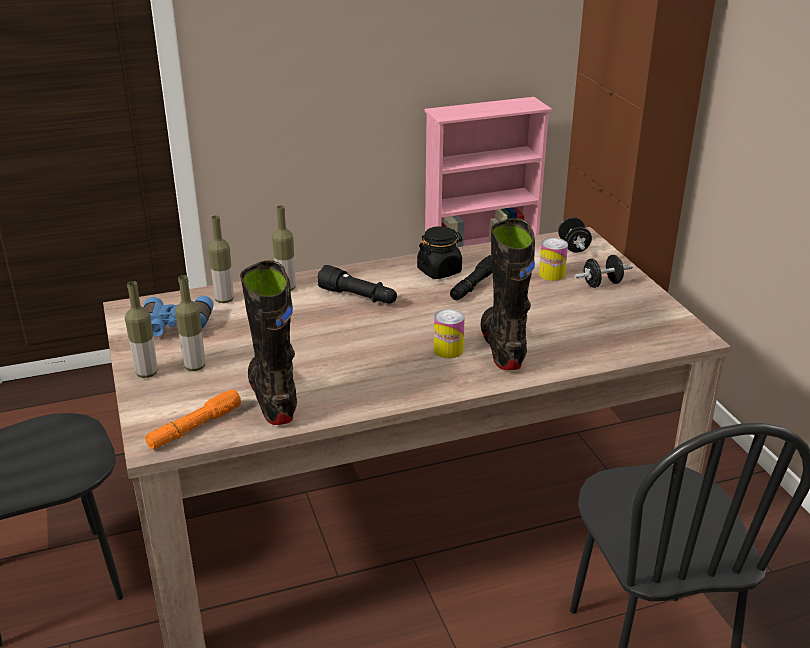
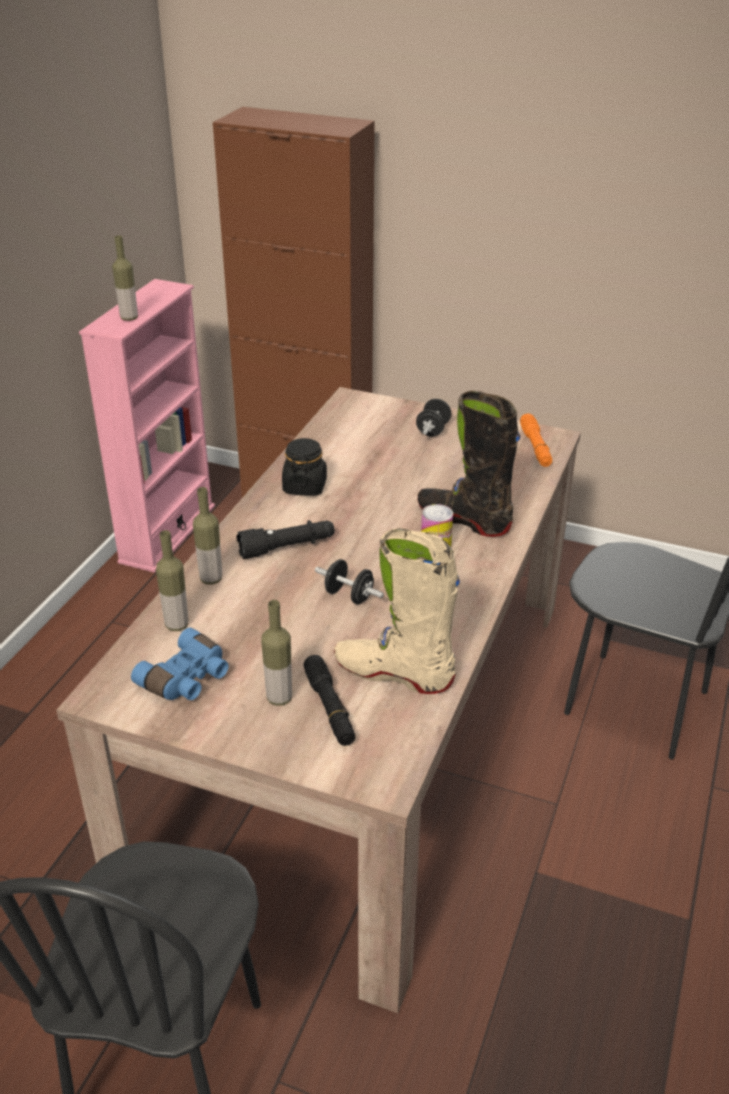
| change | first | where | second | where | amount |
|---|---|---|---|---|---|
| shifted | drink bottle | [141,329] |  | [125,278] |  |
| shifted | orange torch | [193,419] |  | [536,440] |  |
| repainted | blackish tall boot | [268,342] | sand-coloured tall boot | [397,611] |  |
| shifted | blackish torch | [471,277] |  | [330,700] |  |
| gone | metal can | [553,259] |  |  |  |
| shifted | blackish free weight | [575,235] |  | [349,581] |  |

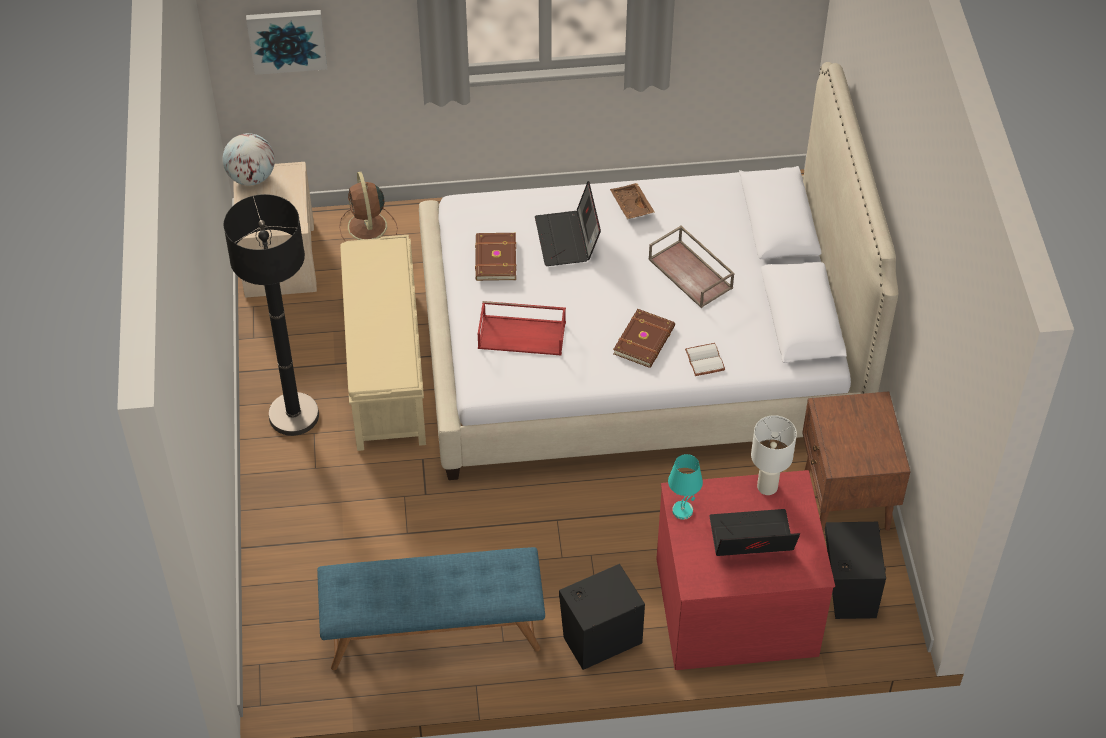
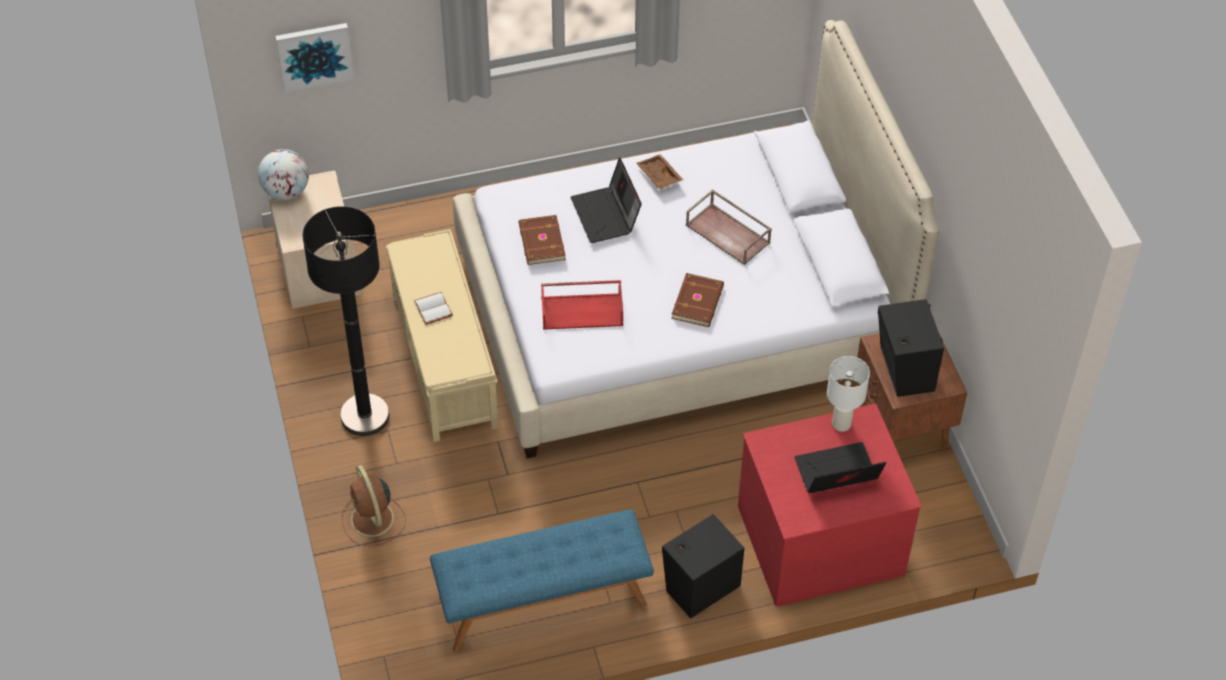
| change | first | where | second | where | amount |
|---|---|---|---|---|---|
| shifted | brown fan | [368,207] |  | [374,505] |  |
| gone | blue-green lamp for a table | [685,487] |  |  |  |
| shifted | whitish volume | [705,359] |  | [433,308] |  |
| shifted | blackish loudspeaker | [855,570] |  | [911,348] |  |

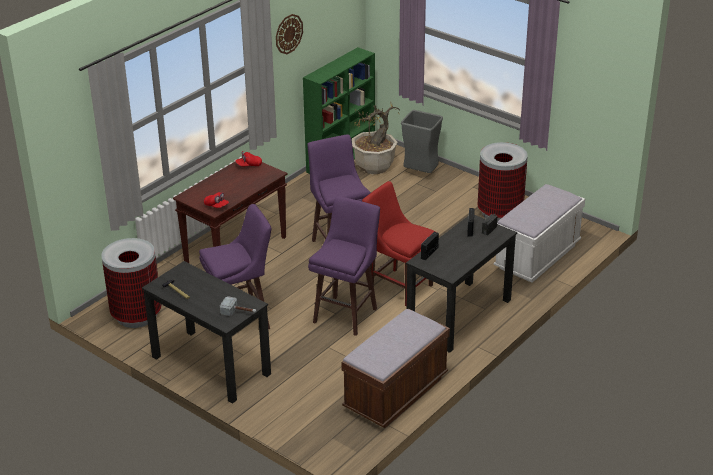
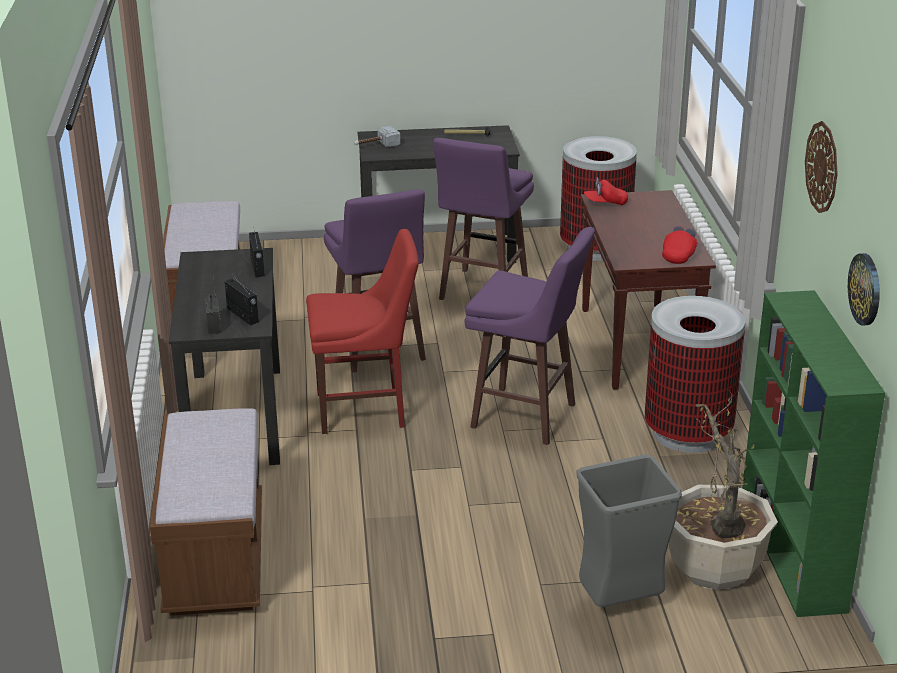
| change | first | where | second | where | amount |
|---|---|---|---|---|---|
| shifted | rubbish bin | [503,182] |  | [695,374] |  |
| repainted | whitish bench | [539,233] | brown bench | [206,512] |  |
| new |  |  | hanging clock | [864,289] |  |

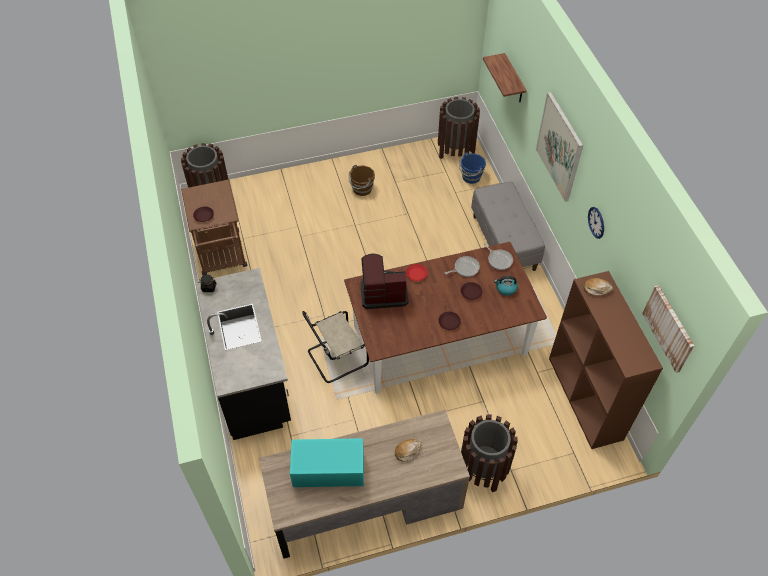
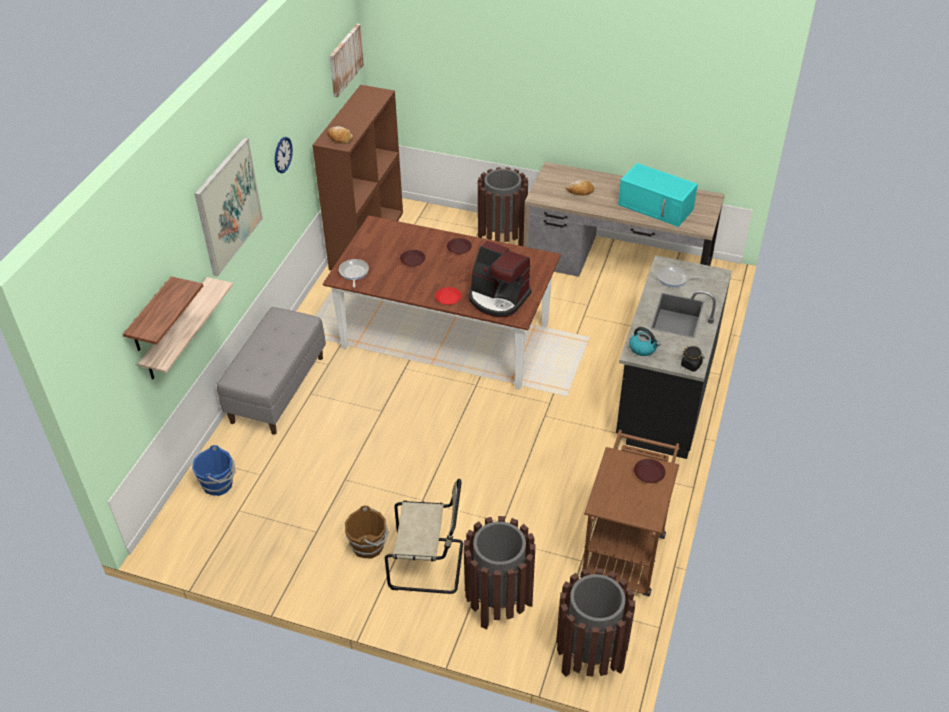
| change | first | where | second | where | amount |
|---|---|---|---|---|---|
| shifted | sand-coloured chair | [335,347] |  | [424,536] |  |
| shifted | brown rubbish bin | [459,128] |  | [500,572] |  |
| shifted | pan | [462,266] |  | [681,276] |  |
| shifted | kettle | [506,286] |  | [644,341] |  |
| new |  |  | wall shelf | [185,328] |  |

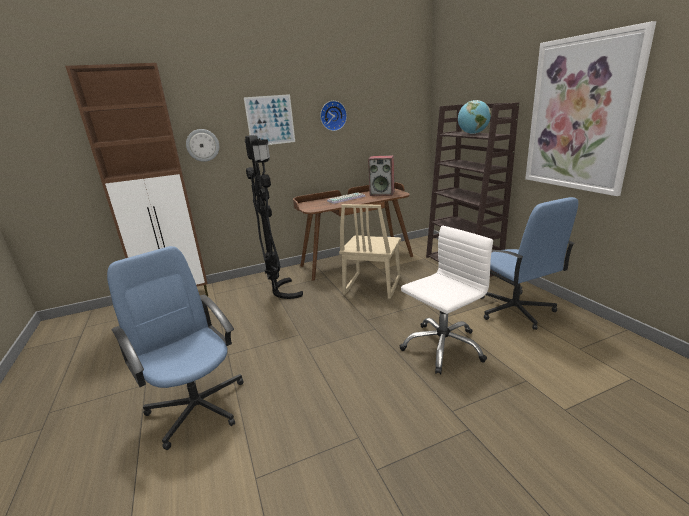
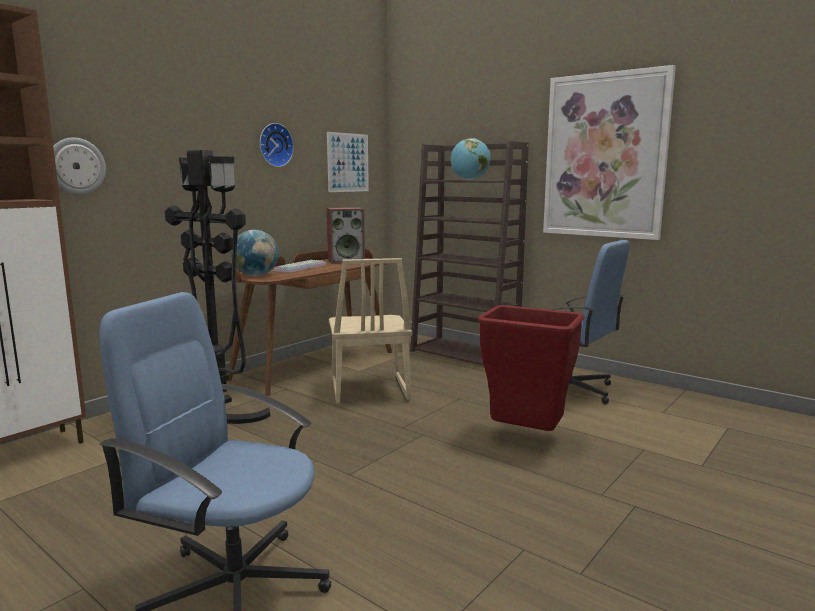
| change | first | where | second | where | amount |
|---|---|---|---|---|---|
| shifted | picture | [269,119] |  | [348,162] |  |
| swapped | whitish computer chair | [446,300] | red rubbish bin | [531,368] |  |
| new |  |  | globe | [255,253] |  |

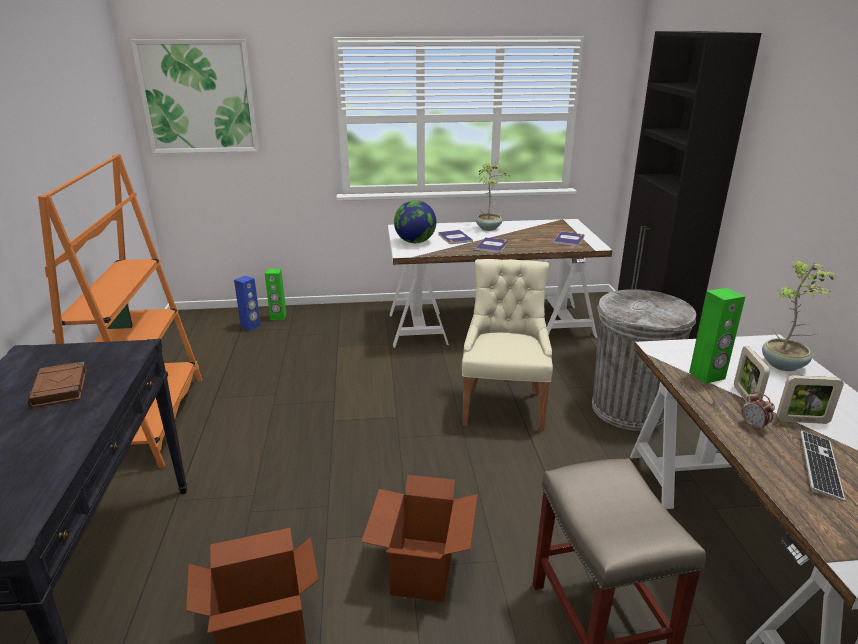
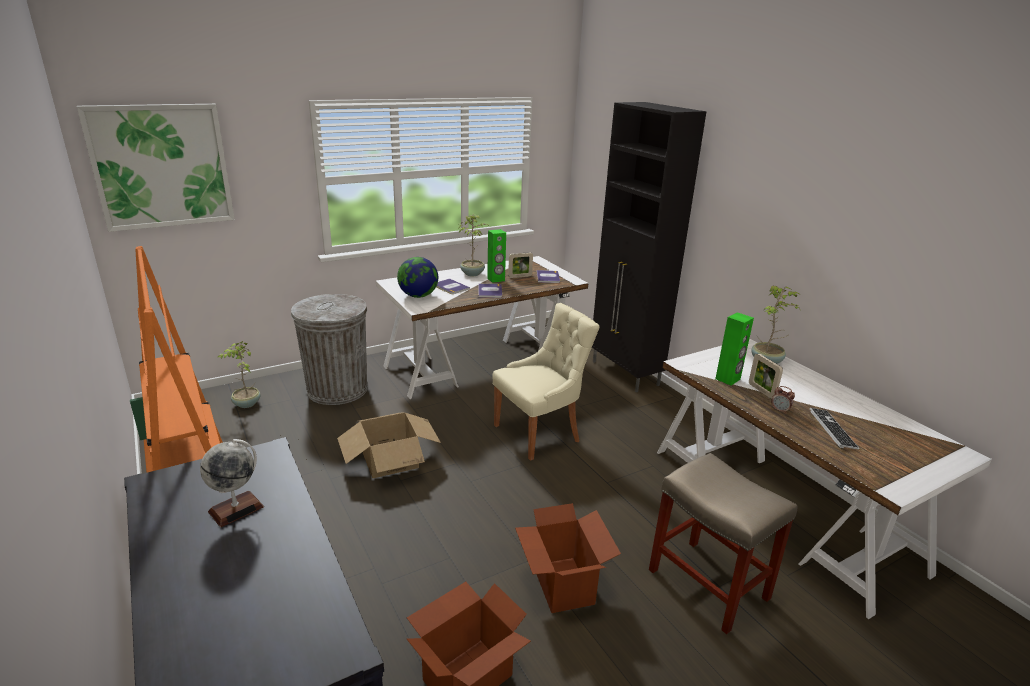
| change | first | where | second | where | amount |
|---|---|---|---|---|---|
| swapped | brown volume | [57,384] | globe | [232,483] |  |
| swapped | bluish loudspeaker | [247,303] | plant in a pot | [239,374] |  |
| shifted | green-coloured loudspeaker | [276,294] |  | [496,256] |  |
| rotated | sand-coloured chair | [507,345] |  | [546,382] | 75 degrees clockwise |
| shifted | grey rubbish bin | [644,360] |  | [329,349] |  |
| shifted | photo frame | [810,399] |  | [520,265] |  |
| new |  |  | cardboard box | [389,445] |  |

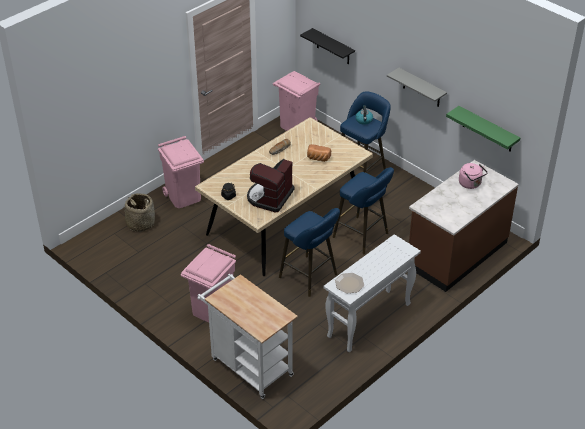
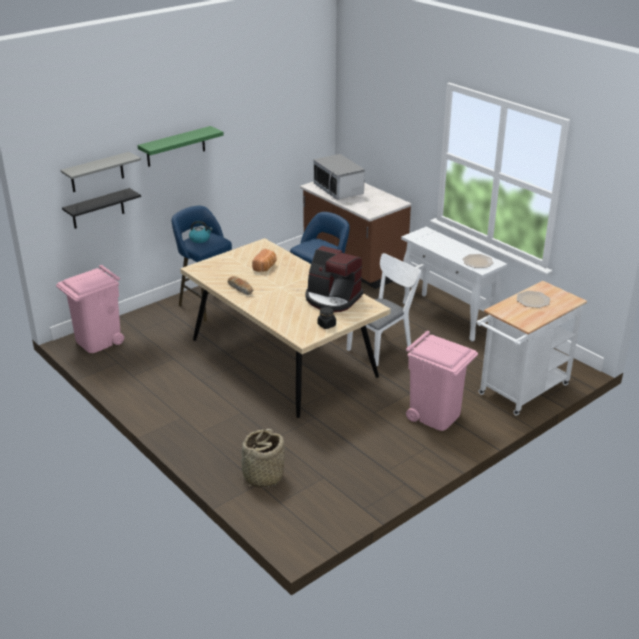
| change | first | where | second | where | amount |
|---|---|---|---|---|---|
| gone | pinkish rubbish bin | [181,172] |  |  |  |
| swapped | bluish stool | [309,252] | whitish chair | [384,309] |  |
| shifted | grey wall shelf | [417,87] |  | [100,172] |  |
| shifted | green-coloured wall shelf | [483,129] |  | [181,146] |  |
| swapped | pinkish kettle | [473,176] | microwave | [339,177] |  |
| new |  |  | plate | [533,299] |  |

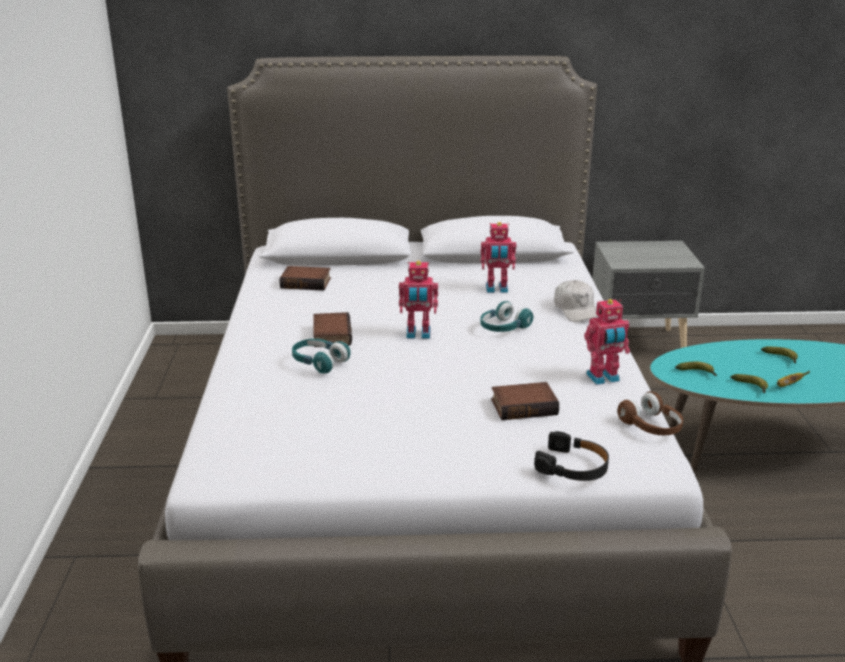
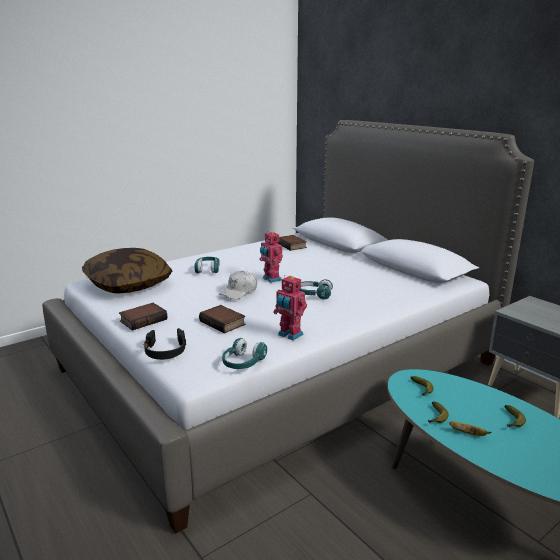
| change | first | where | second | where | amount |
|---|---|---|---|---|---|
| shifted | volume | [332,329] |  | [143,316] |  |
| gone | model robot | [498,257] |  |  |  |
| shifted | whitish baseball cap | [576,301] |  | [238,285] |  |
| repainted | brown headphones | [650,413] | blue-green headphones | [244,353] |  |
| new |  |  | pillow | [127,271] |  |

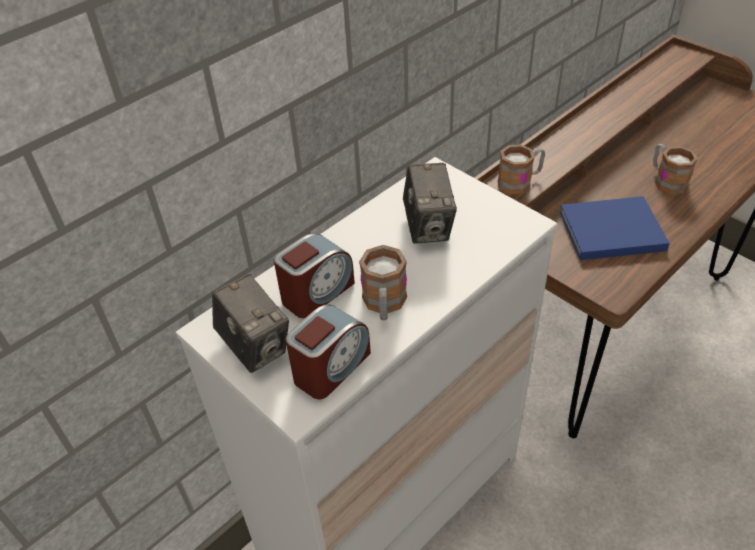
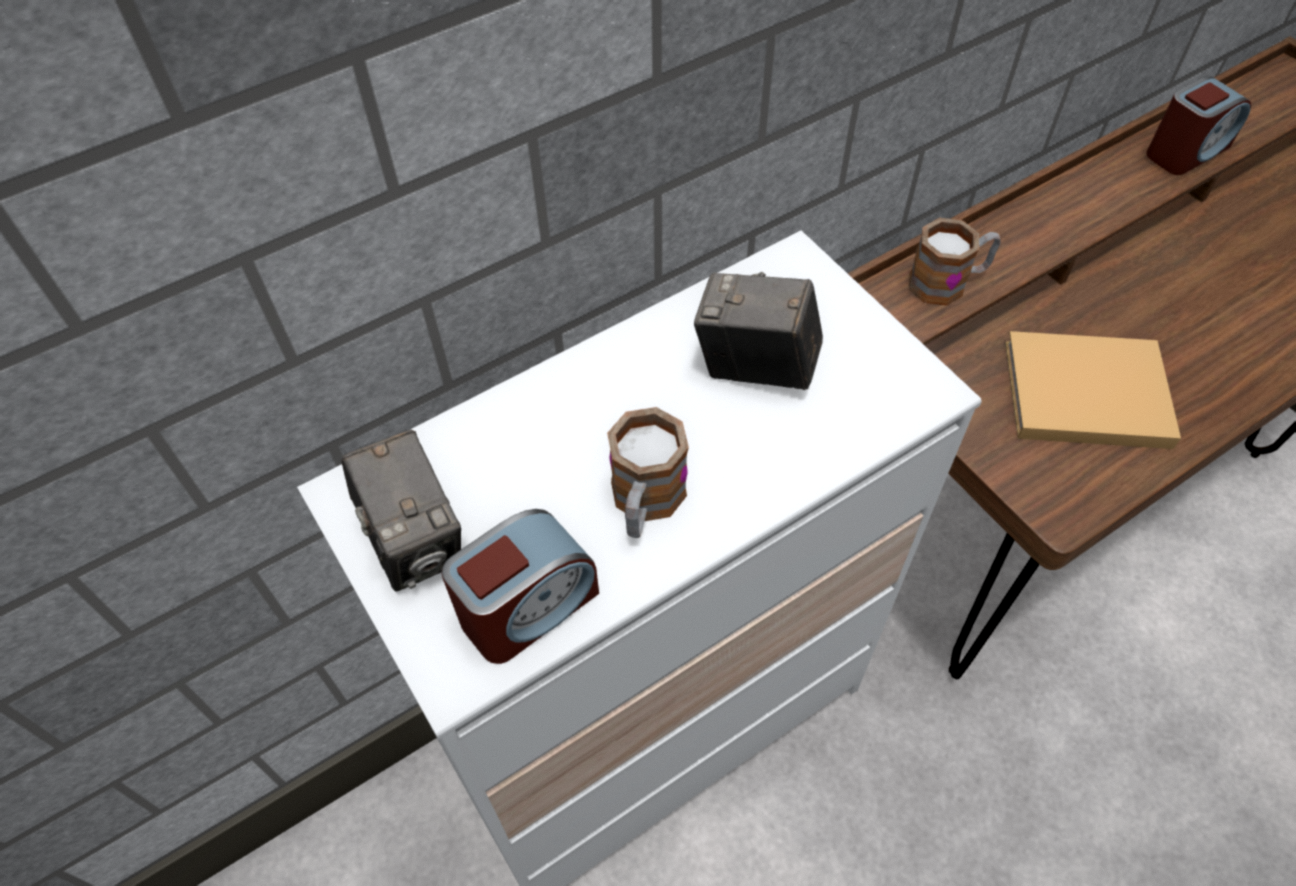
| change | first | where | second | where | amount |
|---|---|---|---|---|---|
| shifted | bedside clock | [314,275] |  | [1198,126] |  |
| rotated | photo camera | [430,203] |  | [758,331] | 105 degrees clockwise |
| repainted | bluish volume | [615,228] | sand-coloured volume | [1093,390] |  |
| gone | coffee mug | [675,169] |  |  |  |

